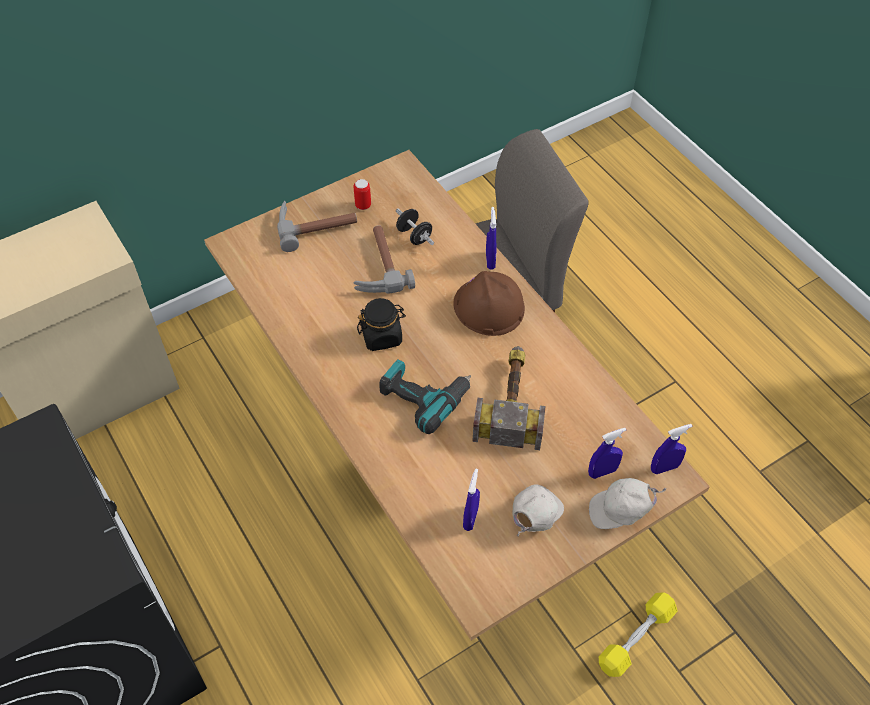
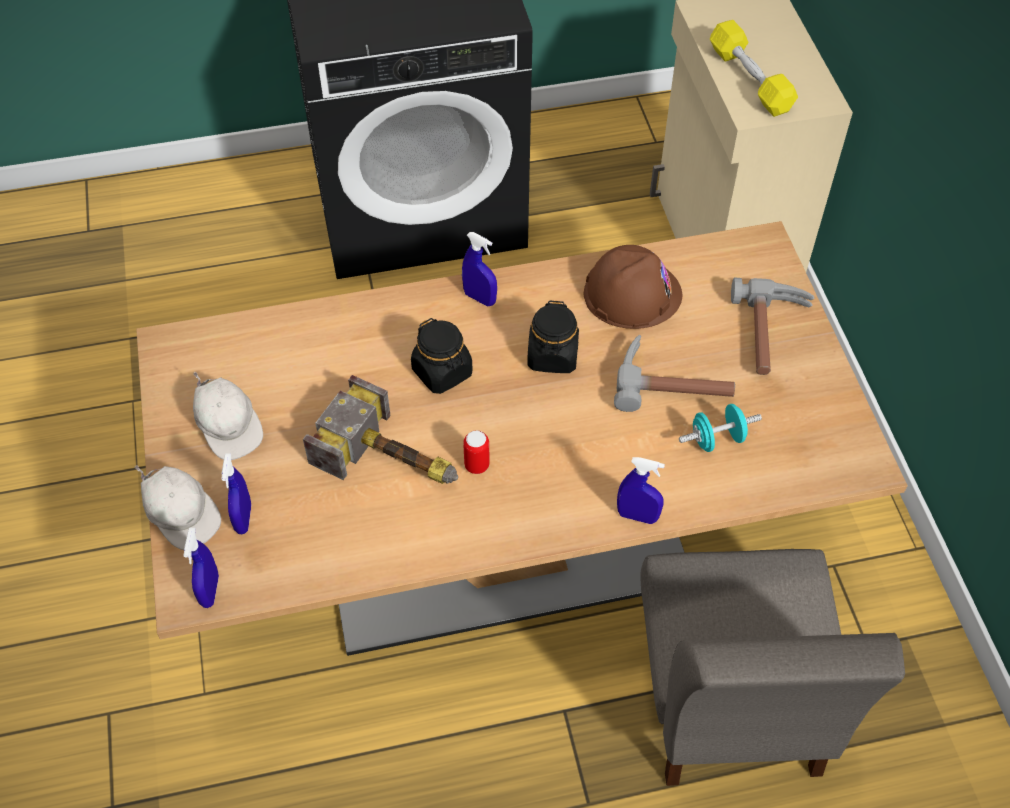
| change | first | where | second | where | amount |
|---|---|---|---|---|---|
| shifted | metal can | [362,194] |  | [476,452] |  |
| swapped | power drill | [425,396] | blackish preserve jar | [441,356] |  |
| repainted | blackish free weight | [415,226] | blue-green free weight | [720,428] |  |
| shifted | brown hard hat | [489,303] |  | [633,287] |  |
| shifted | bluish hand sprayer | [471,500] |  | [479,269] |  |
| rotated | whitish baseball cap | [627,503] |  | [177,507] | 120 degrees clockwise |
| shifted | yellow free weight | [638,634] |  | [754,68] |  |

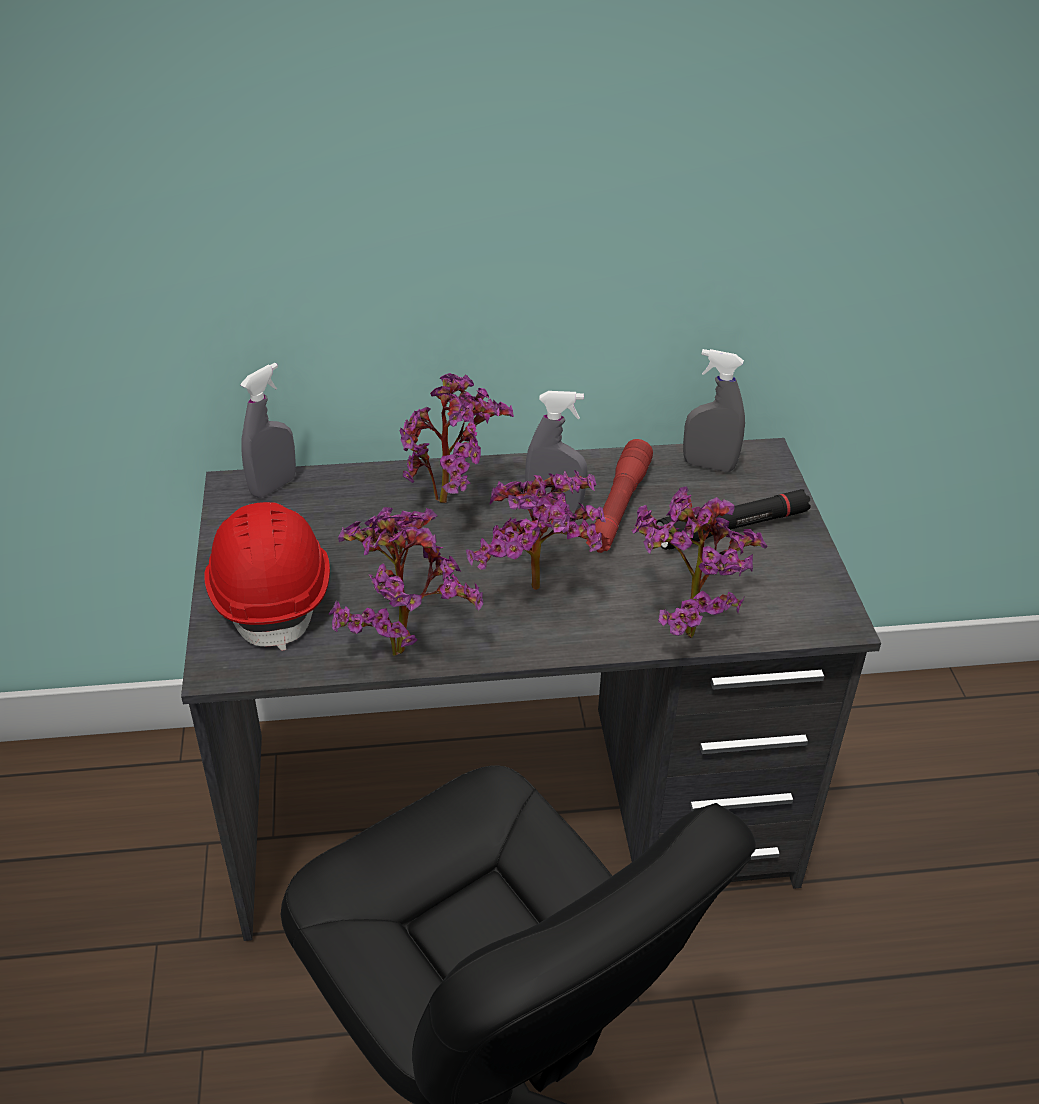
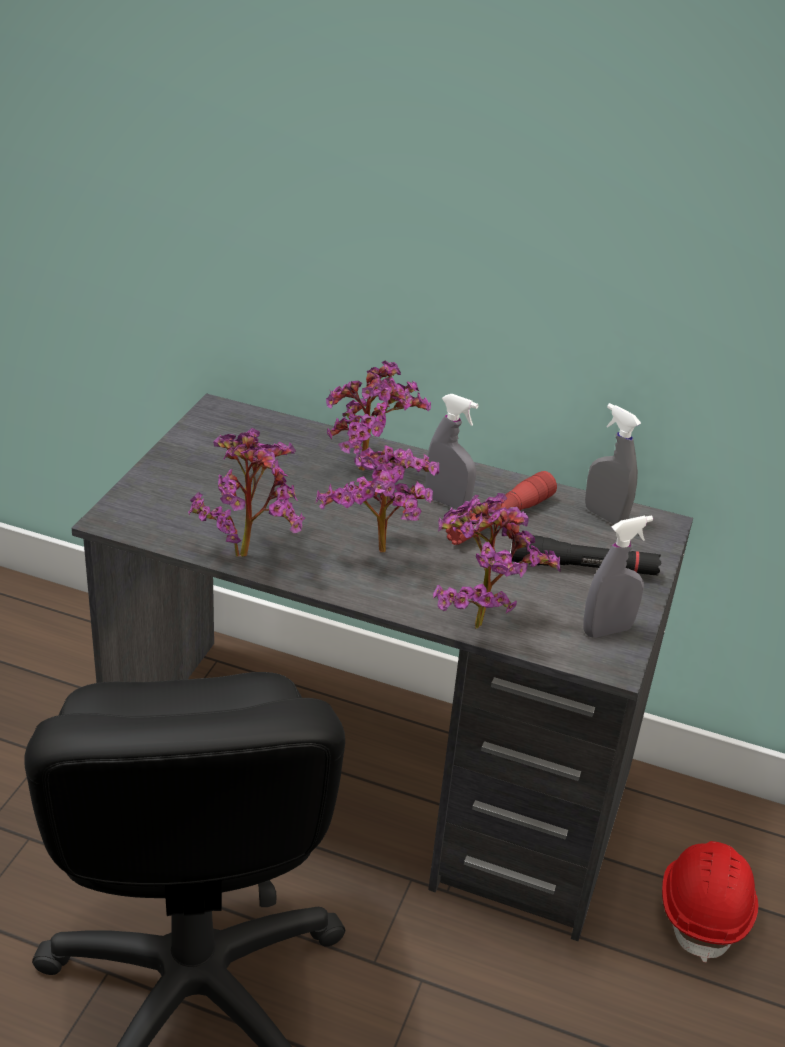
| change | first | where | second | where | amount |
|---|---|---|---|---|---|
| shifted | red hard hat | [267,576] |  | [710,902] |  |
| shifted | grey hand sprayer | [268,430] |  | [618,576] |  |

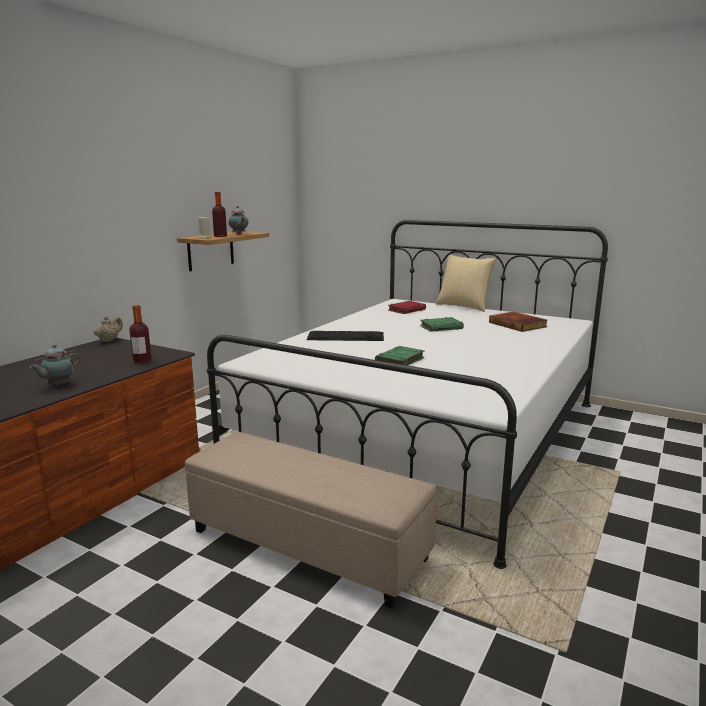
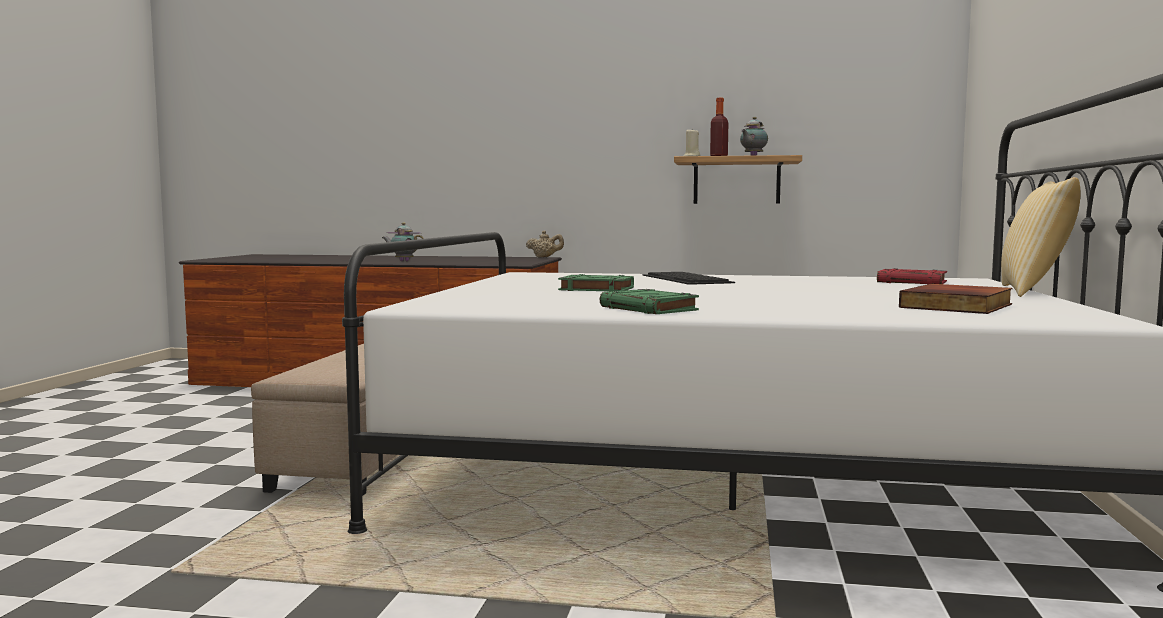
| change | first | where | second | where | amount |
|---|---|---|---|---|---|
| gone | drink bottle | [140,334] |  |  |  |
| shifted | green-coloured volume | [442,324] |  | [649,301] |  |

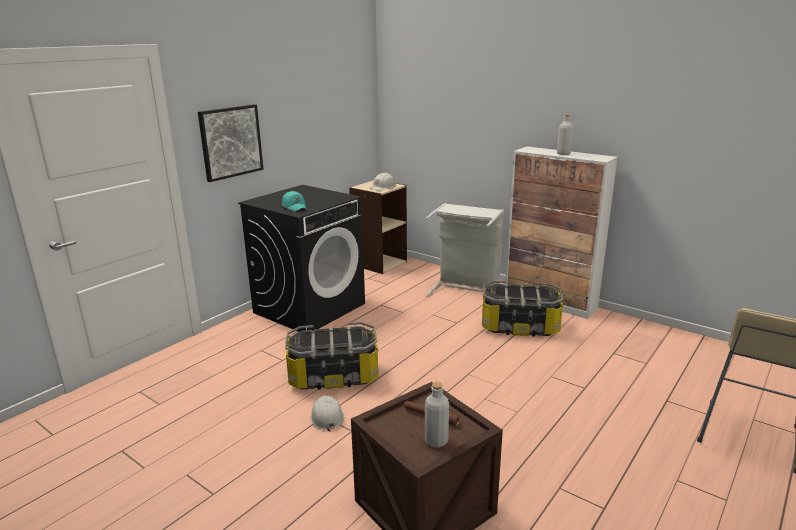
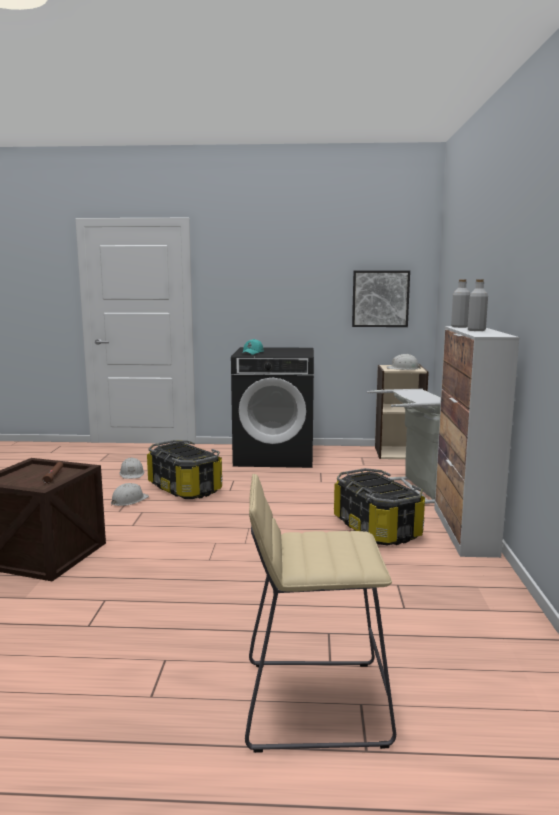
| change | first | where | second | where | amount |
|---|---|---|---|---|---|
| shifted | picture | [230,143] |  | [381,299] |  |
| shifted | grey drink bottle | [437,415] |  | [460,303] |  |
| new |  |  | whitish hard hat | [131,468] |  |

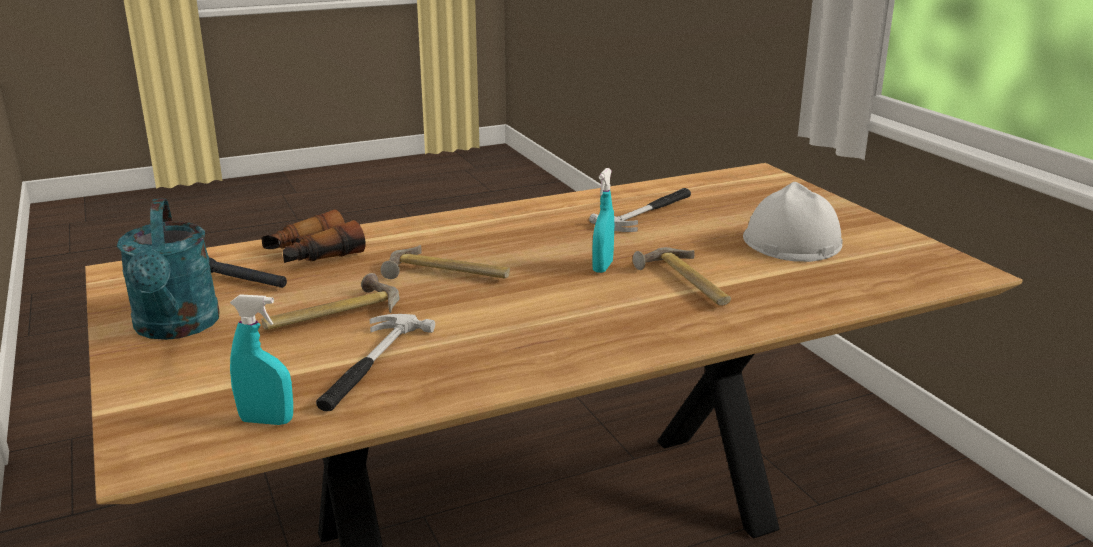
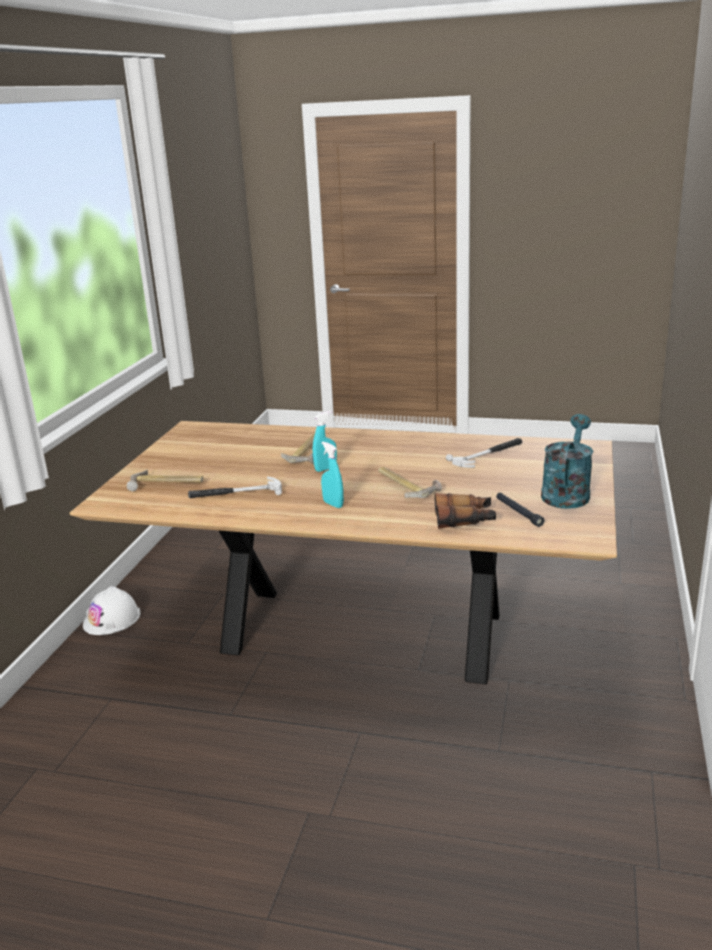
| change | first | where | second | where | amount |
|---|---|---|---|---|---|
| shifted | blue-green hand sprayer | [261,359] |  | [332,475] |  |
| shifted | hand hammer | [330,301] |  | [164,480] |  |
| shifted | whitish hard hat | [792,222] |  | [111,610] |  |

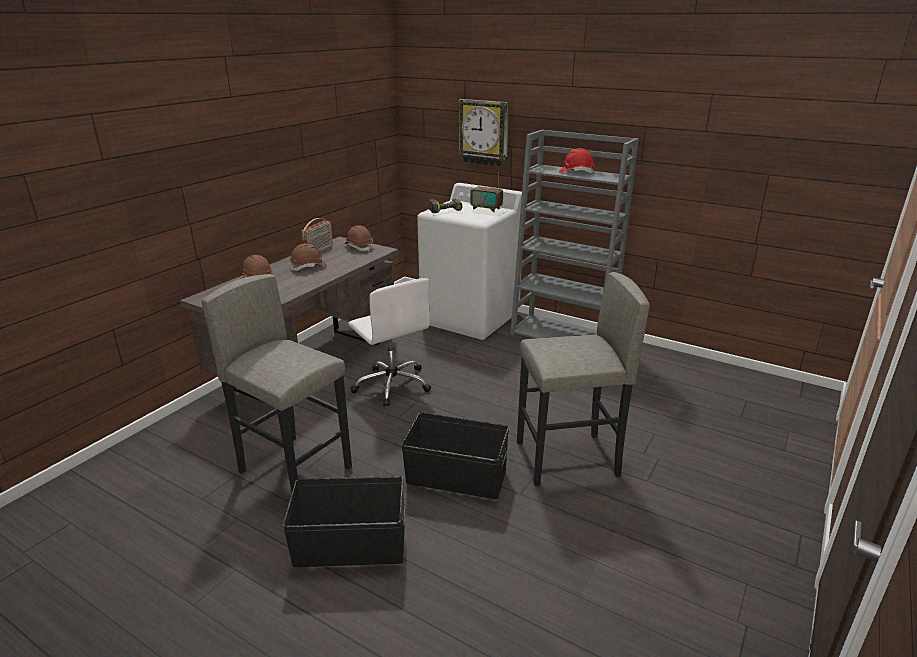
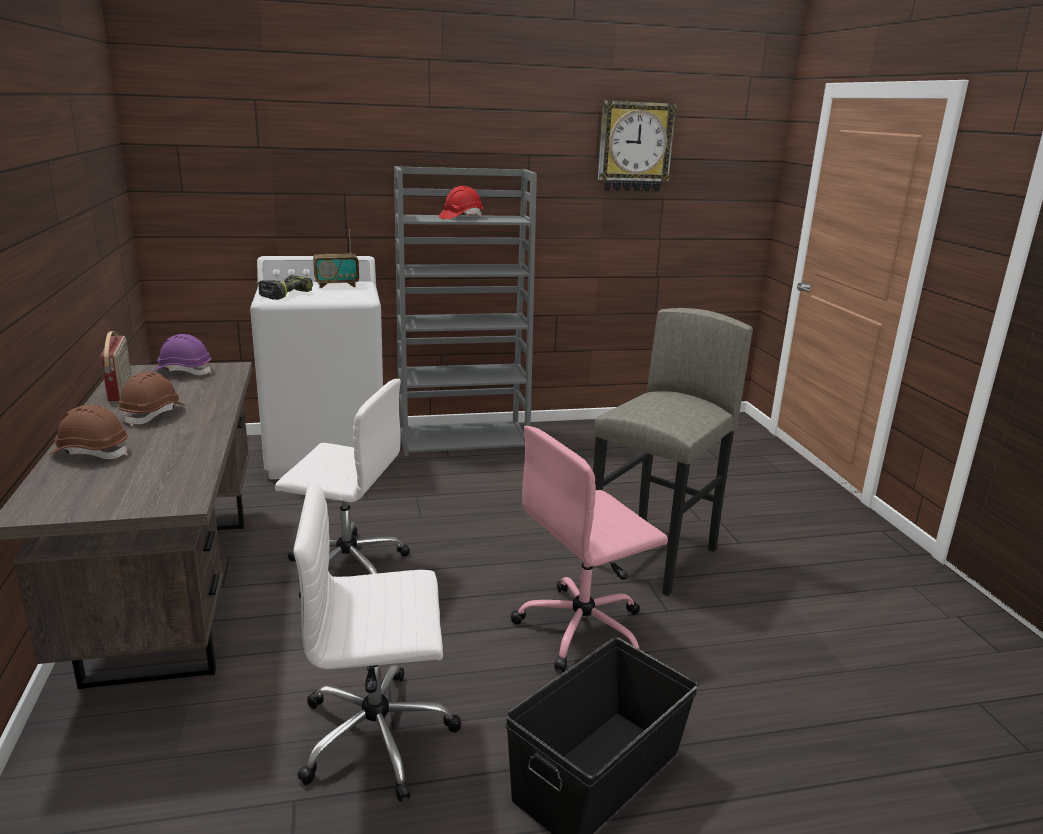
| change | first | where | second | where | amount |
|---|---|---|---|---|---|
| swapped | grey stool | [276,383] | whitish computer chair | [377,641] |  |
| repainted | brown hard hat | [359,238] | purplish hard hat | [182,354] |  |
| swapped | blackish storage container | [455,456] | pinkish computer chair | [589,549] |  |
| shifted | hanging clock | [483,132] |  | [637,146] |  |

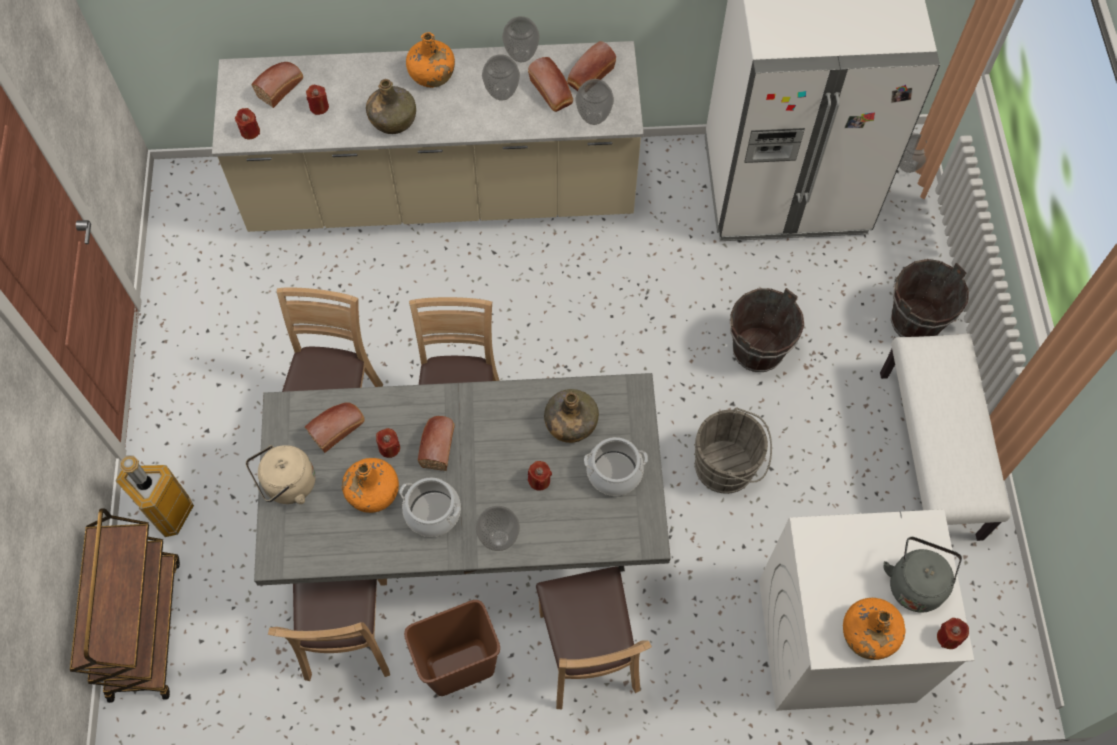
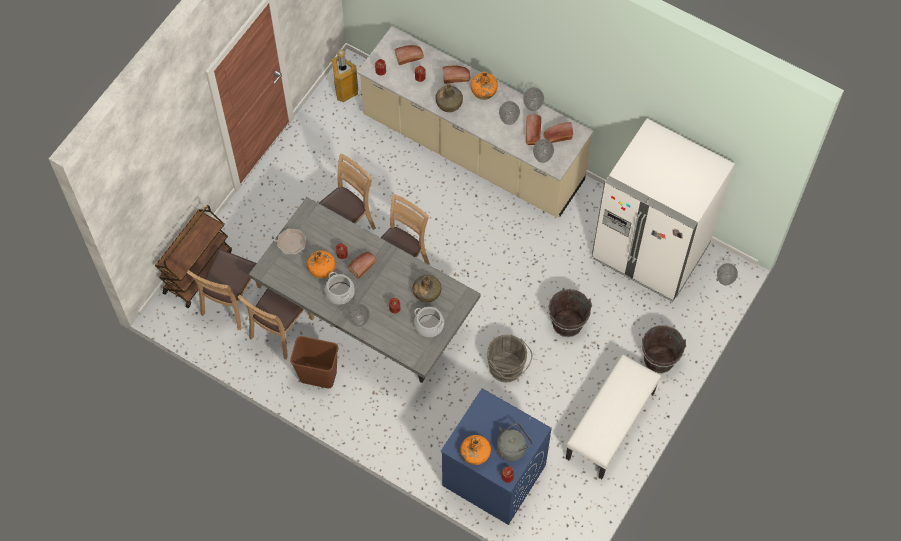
| change | first | where | second | where | amount |
|---|---|---|---|---|---|
| shifted | rubbish bin | [154,496] |  | [345,75] |  |
| swapped | sand-coloured kettle | [280,474] | pan | [281,242] |  |
| shifted | bread | [335,427] |  | [456,74] |  |
| shifted | brown chair | [594,637] |  | [224,289] |  |
| repainted | whitish washing machine | [866,610] | bluish washing machine | [496,456] |  |

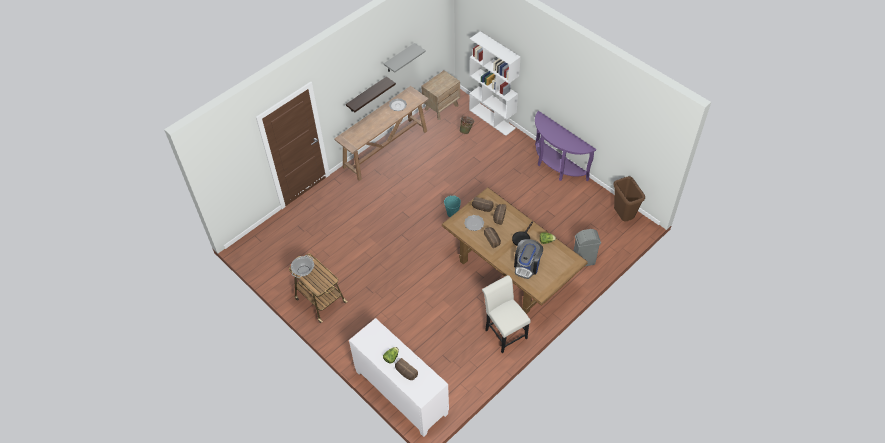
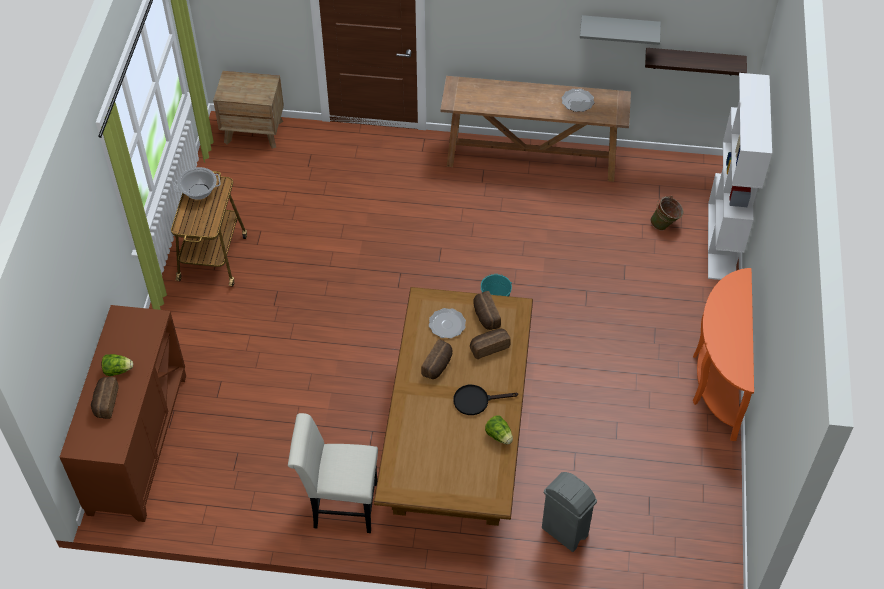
| change | first | where | second | where | amount |
|---|---|---|---|---|---|
| shifted | wall shelf | [371,94] |  | [696,62] |  |
| repainted | whitish cupboard | [399,377] | brown cupboard | [123,413] |  |
| shifted | brown night table | [440,95] |  | [248,110] |  |
| rotated | whitish chair | [506,314] |  | [333,473] | 105 degrees counterclockwise |
| gone | coffee maker | [528,259] |  |  |  |
| repainted | purplish console table | [565,146] | orange console table | [723,354] |  |
| gone | brown rubbish bin | [629,199] |  |  |  |

